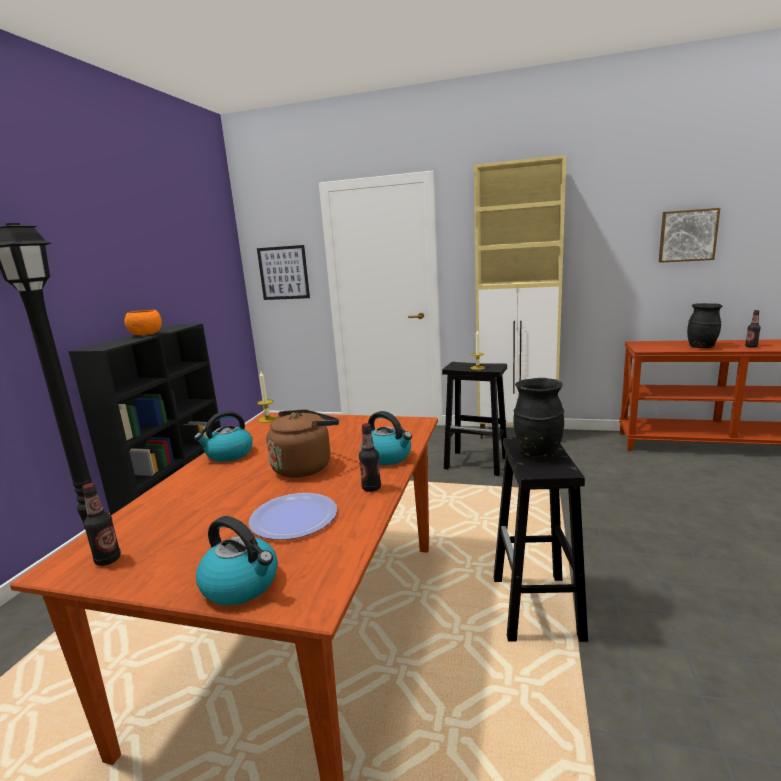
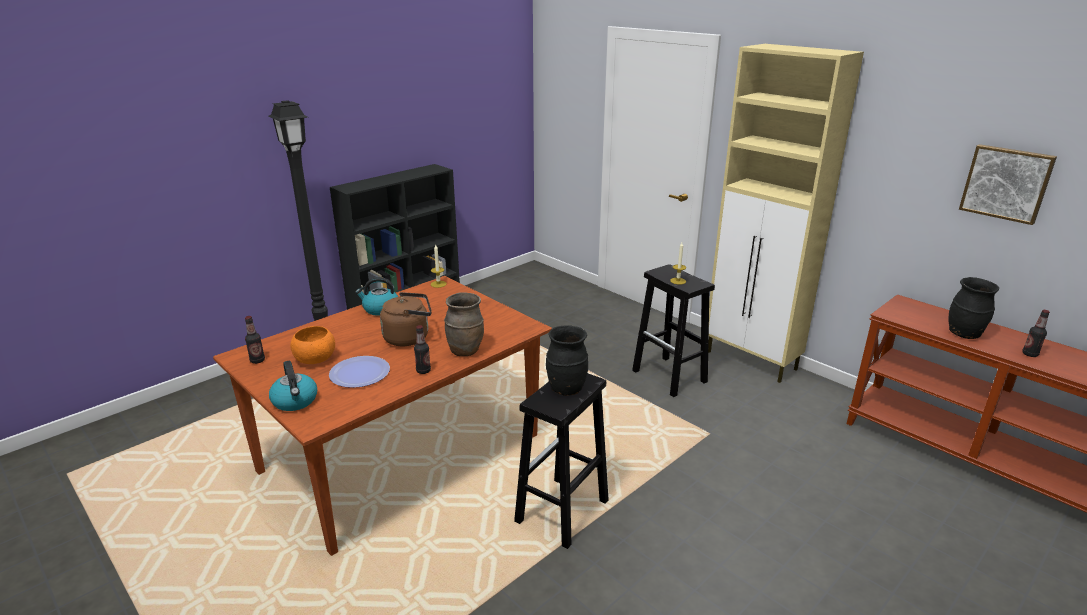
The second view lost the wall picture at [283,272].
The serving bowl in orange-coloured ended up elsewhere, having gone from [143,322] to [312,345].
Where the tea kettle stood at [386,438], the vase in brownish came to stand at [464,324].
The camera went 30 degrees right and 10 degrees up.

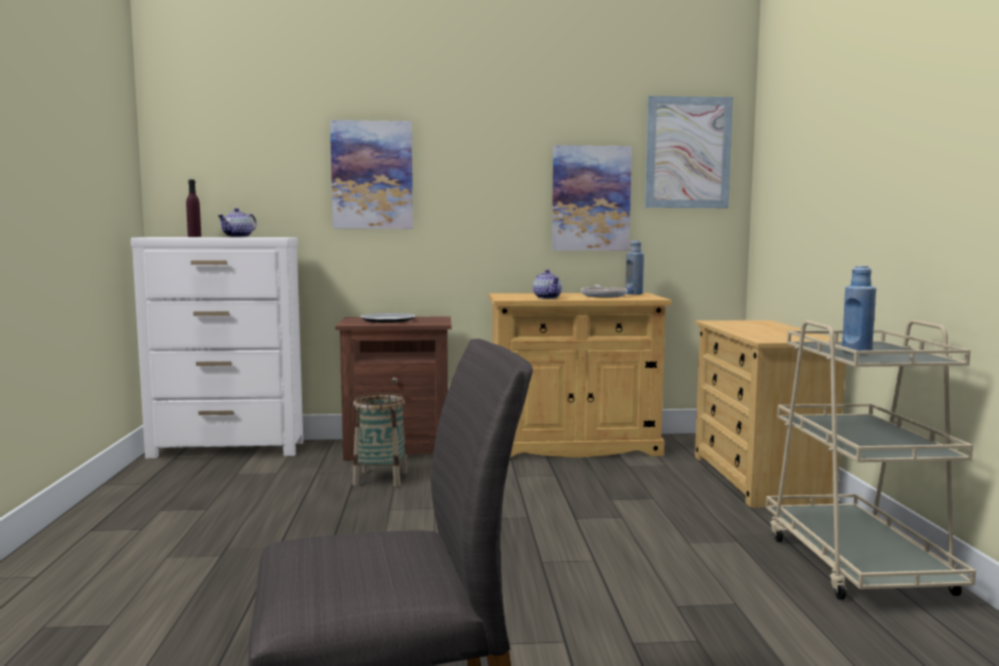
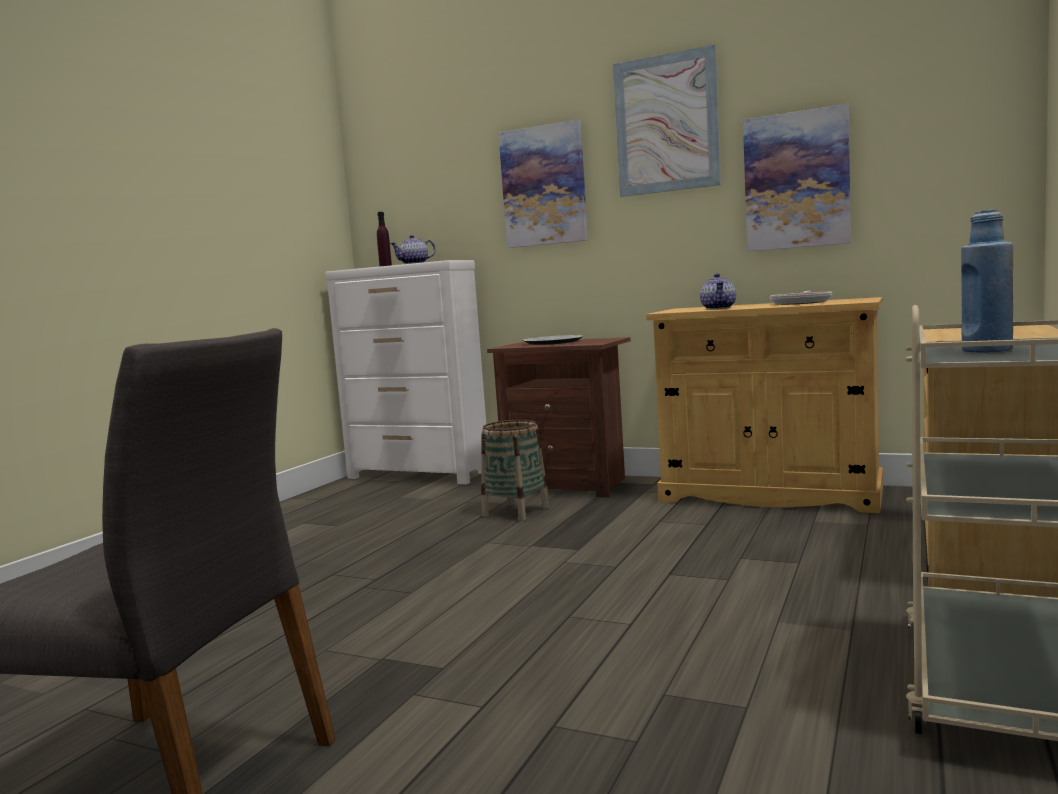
The second view lost the drink bottle in bluish at [634,267].
The wall picture ended up elsewhere, having gone from [689,152] to [667,120].
The camera went 30 degrees right and 0 degrees up.

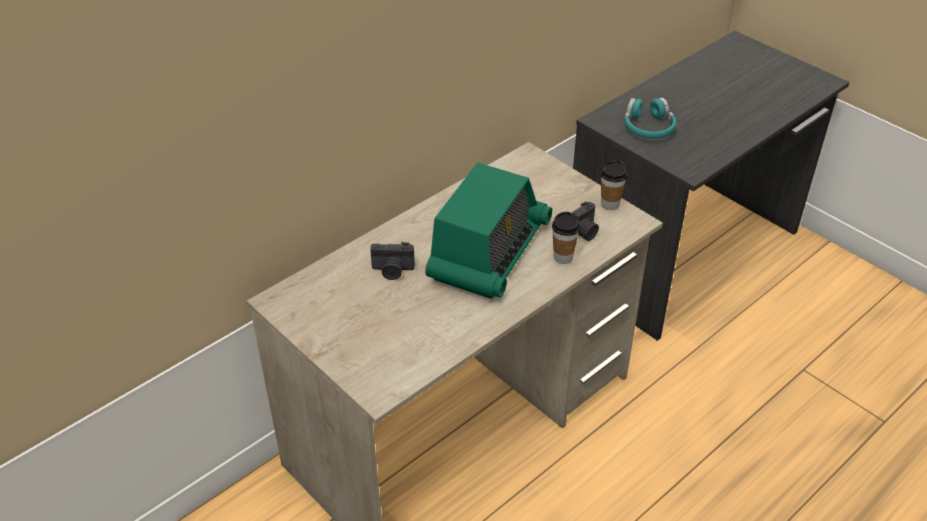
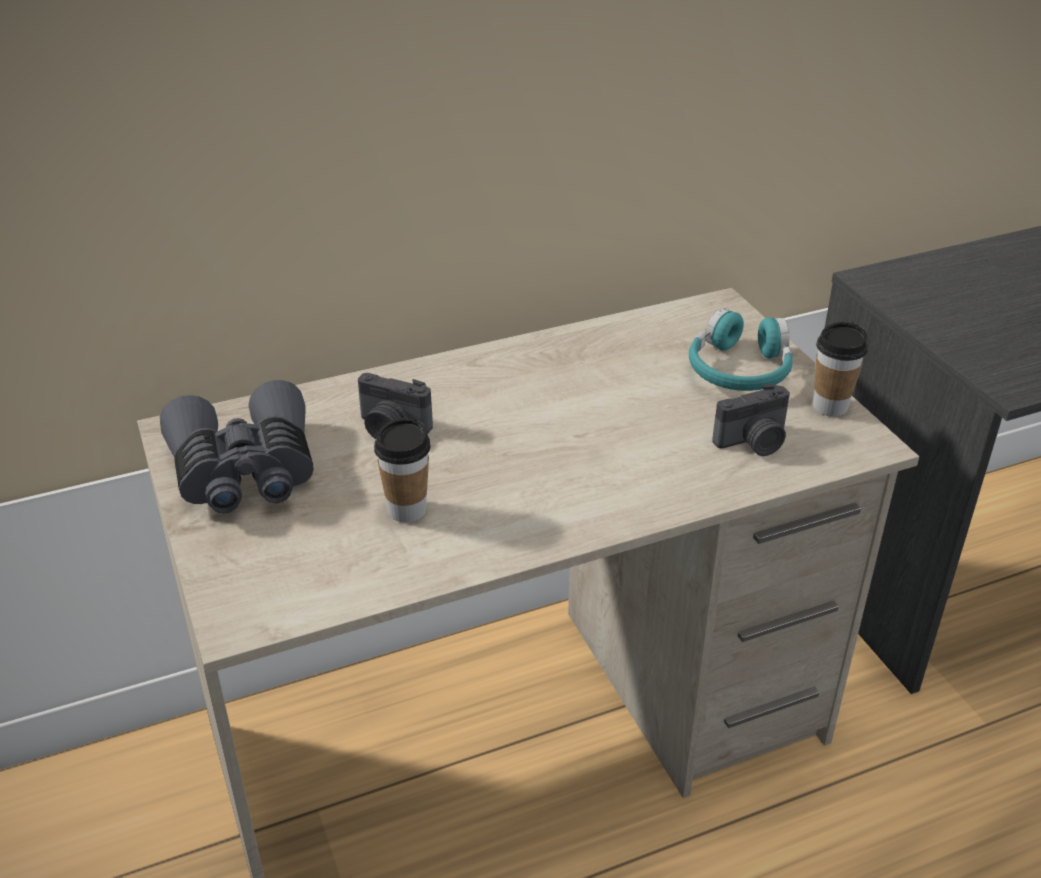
The second view lost the radio at [488,231].
The second view gained the binoculars in greyish at [237,447].
The cup ended up elsewhere, having gone from [566,238] to [402,470].
The headset in blue-green ended up elsewhere, having gone from [650,118] to [741,349].
The camera went 20 degrees right and 5 degrees down.

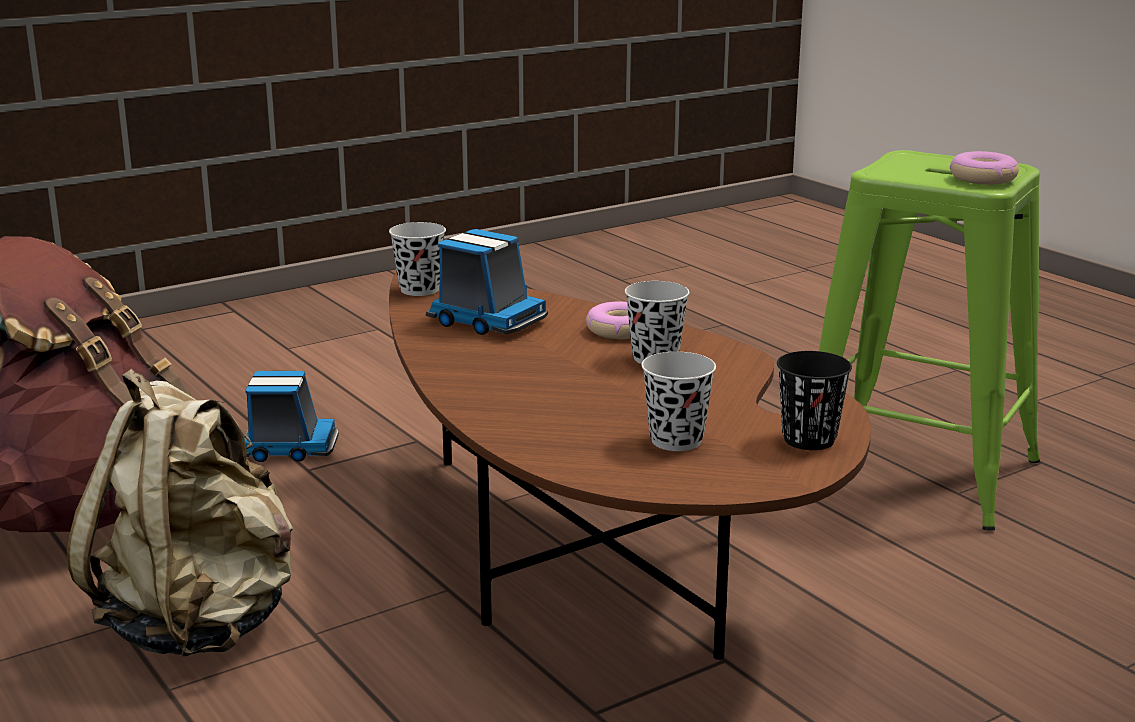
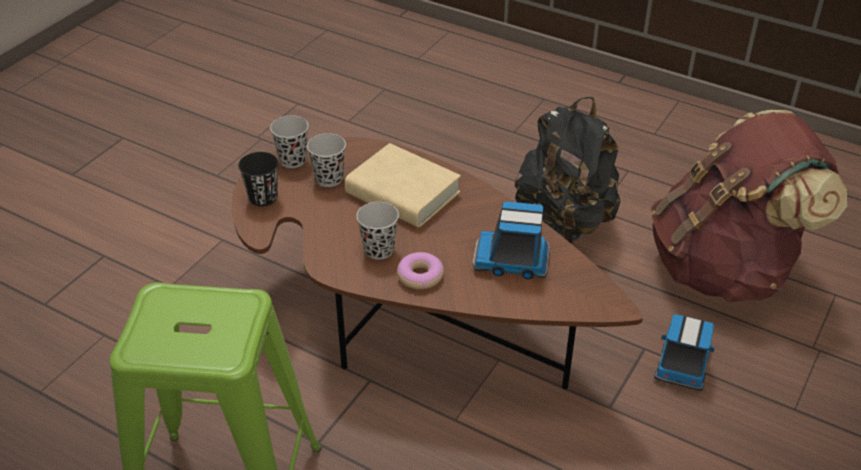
The second view lost the ring doughnut at [984,168].
The second view gained the volume in beige at [403,185].
The cup in black ended up elsewhere, having gone from [417,259] to [289,141].
What was the knapsack in beige at [180,512] turned into the knapsack in black at [568,170].
The model truck at [291,416] ended up facing another way, 135 degrees clockwise from before.
The camera went 155 degrees right and 20 degrees up.

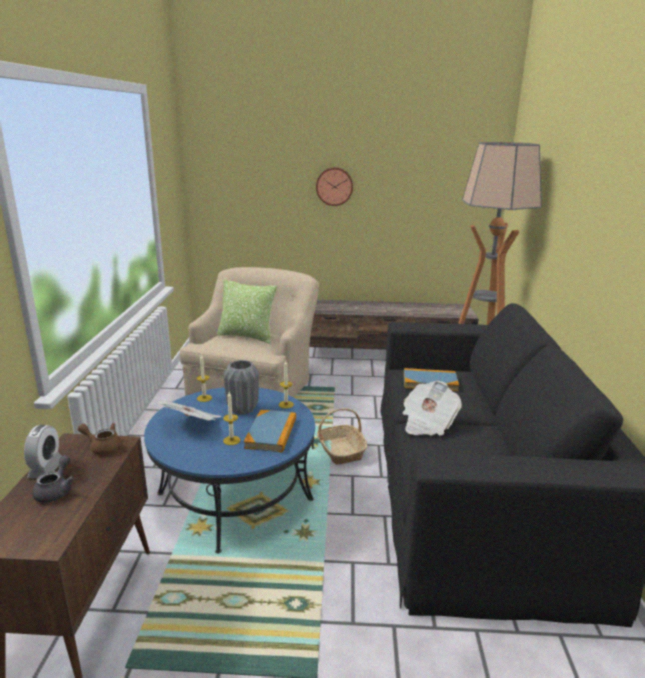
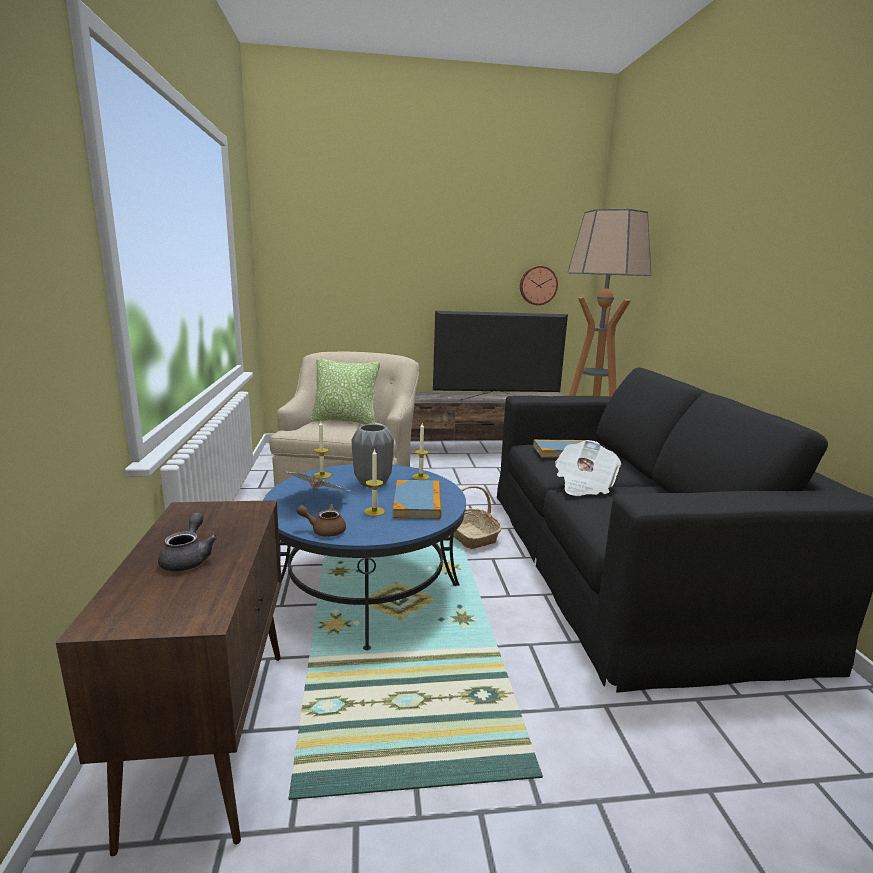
The second view lost the bedside clock at [42,451].
The second view gained the television at [500,356].
The pot for tea in brownish ended up elsewhere, having gone from [100,439] to [321,520].
The wall clock ended up elsewhere, having gone from [334,186] to [539,285].
The camera went 10 degrees left and 5 degrees down.

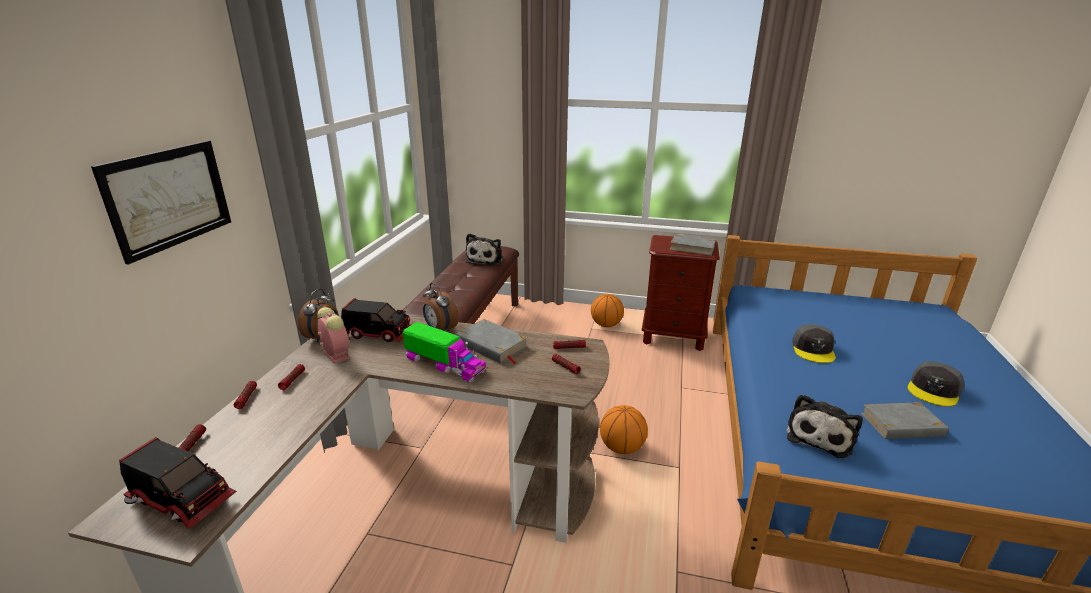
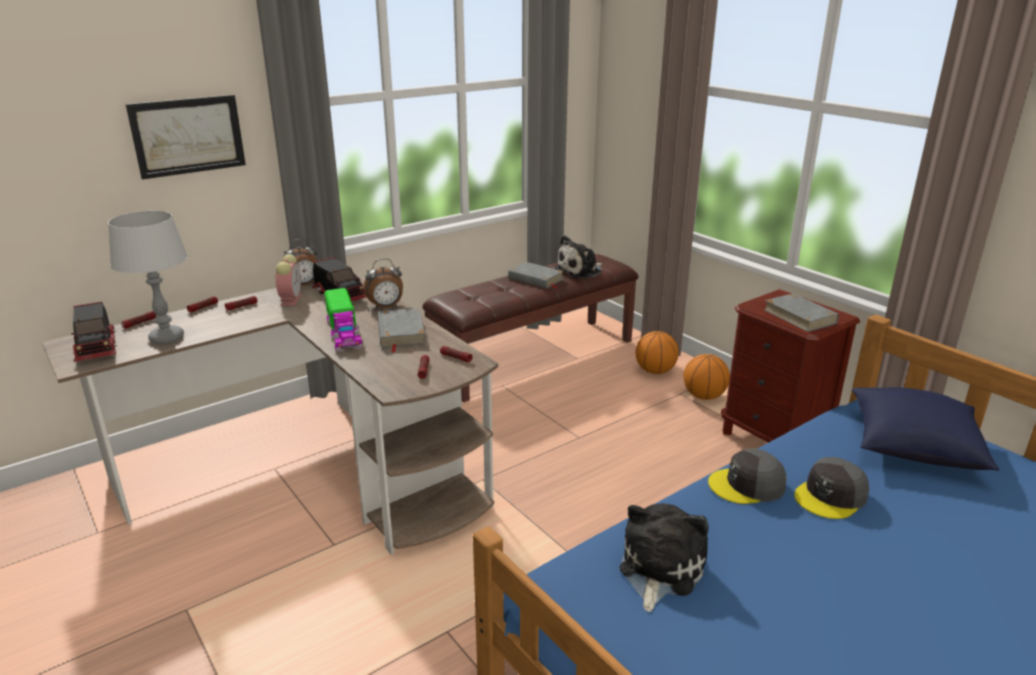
The second view gained the tabletop lamp in greyish at [148,277].
The second view gained the cushion in bluish at [925,429].
The basketball ended up elsewhere, having gone from [624,429] to [657,352].
The volume in greyish ended up elsewhere, having gone from [905,420] to [536,275].
The baseball cap in greyish ended up elsewhere, having gone from [935,383] to [747,476].
The bedside clock at [440,307] ended up facing another way, 105 degrees counterclockwise from before.
The cuddly toy at [825,426] ended up facing another way, 135 degrees clockwise from before.
The camera went 40 degrees right and 0 degrees up.

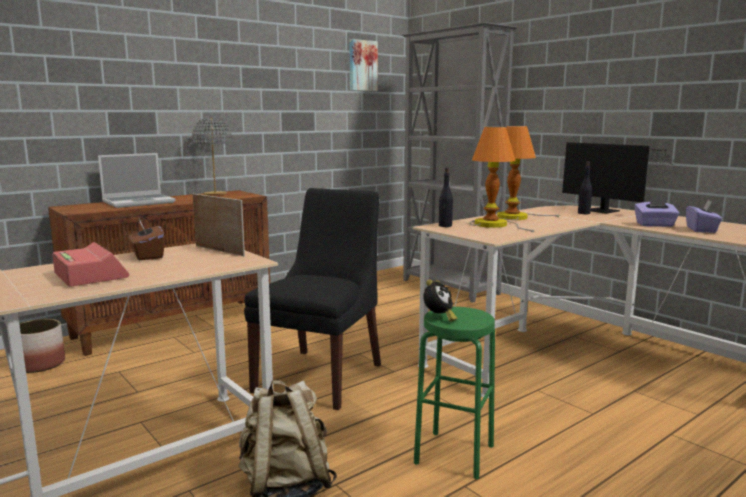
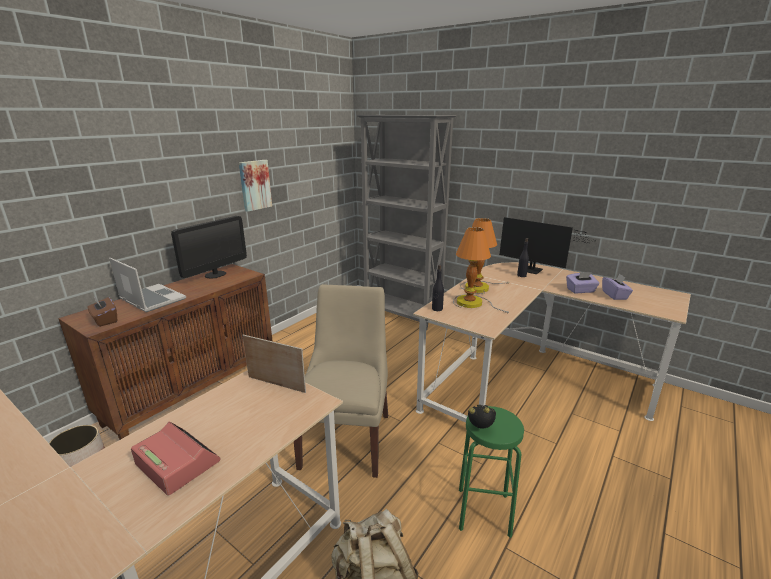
The tissue holder in brownish ended up elsewhere, having gone from [146,240] to [102,311].
The wall picture ended up elsewhere, having gone from [364,65] to [255,186].
Where the tabletop lamp in greyish stood at [211,156], the monitor came to stand at [209,247].
What was the chair in black at [312,299] turned into the chair in beige at [341,381].
The notebook computer at [137,180] ended up facing another way, 90 degrees counterclockwise from before.
The bedside clock at [440,300] ended up facing another way, 90 degrees counterclockwise from before.
The camera went 15 degrees left and 10 degrees up.

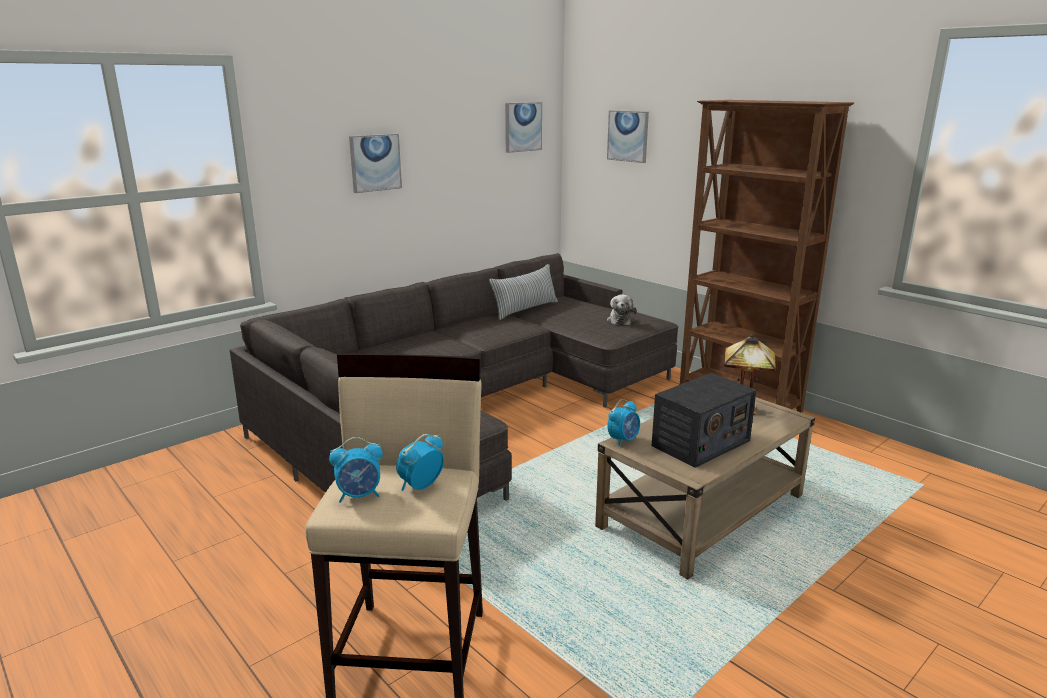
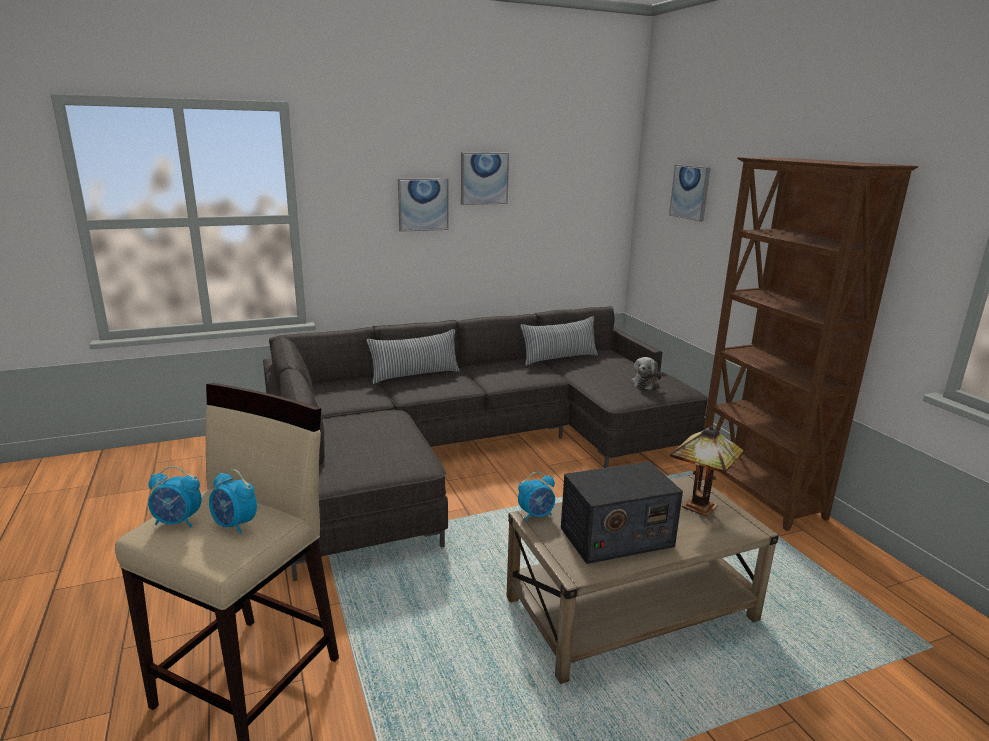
The second view gained the cushion at [413,356].
The wall picture ended up elsewhere, having gone from [523,127] to [485,178].
The bedside clock at [420,462] ended up facing another way, 120 degrees counterclockwise from before.
The camera went 20 degrees right and 0 degrees up.

